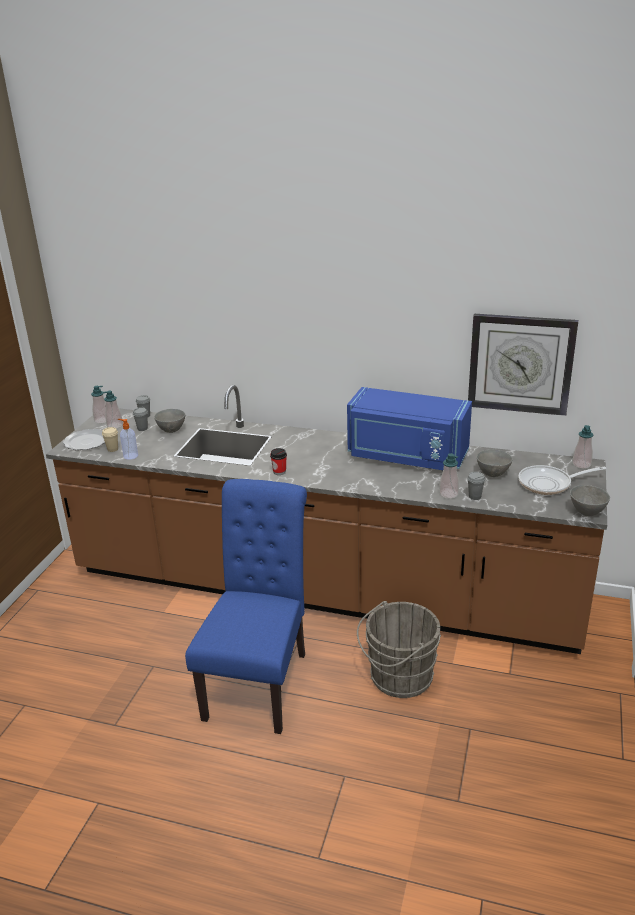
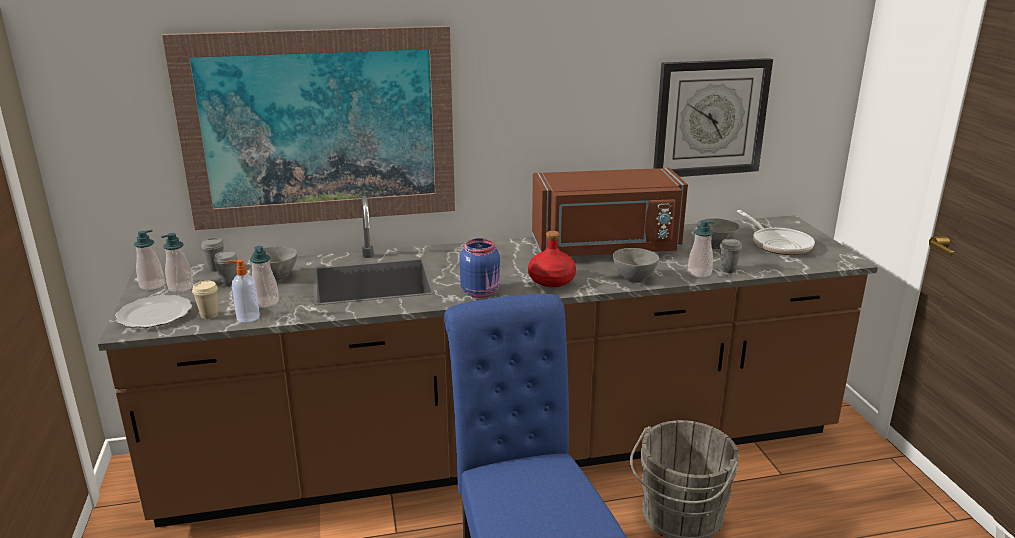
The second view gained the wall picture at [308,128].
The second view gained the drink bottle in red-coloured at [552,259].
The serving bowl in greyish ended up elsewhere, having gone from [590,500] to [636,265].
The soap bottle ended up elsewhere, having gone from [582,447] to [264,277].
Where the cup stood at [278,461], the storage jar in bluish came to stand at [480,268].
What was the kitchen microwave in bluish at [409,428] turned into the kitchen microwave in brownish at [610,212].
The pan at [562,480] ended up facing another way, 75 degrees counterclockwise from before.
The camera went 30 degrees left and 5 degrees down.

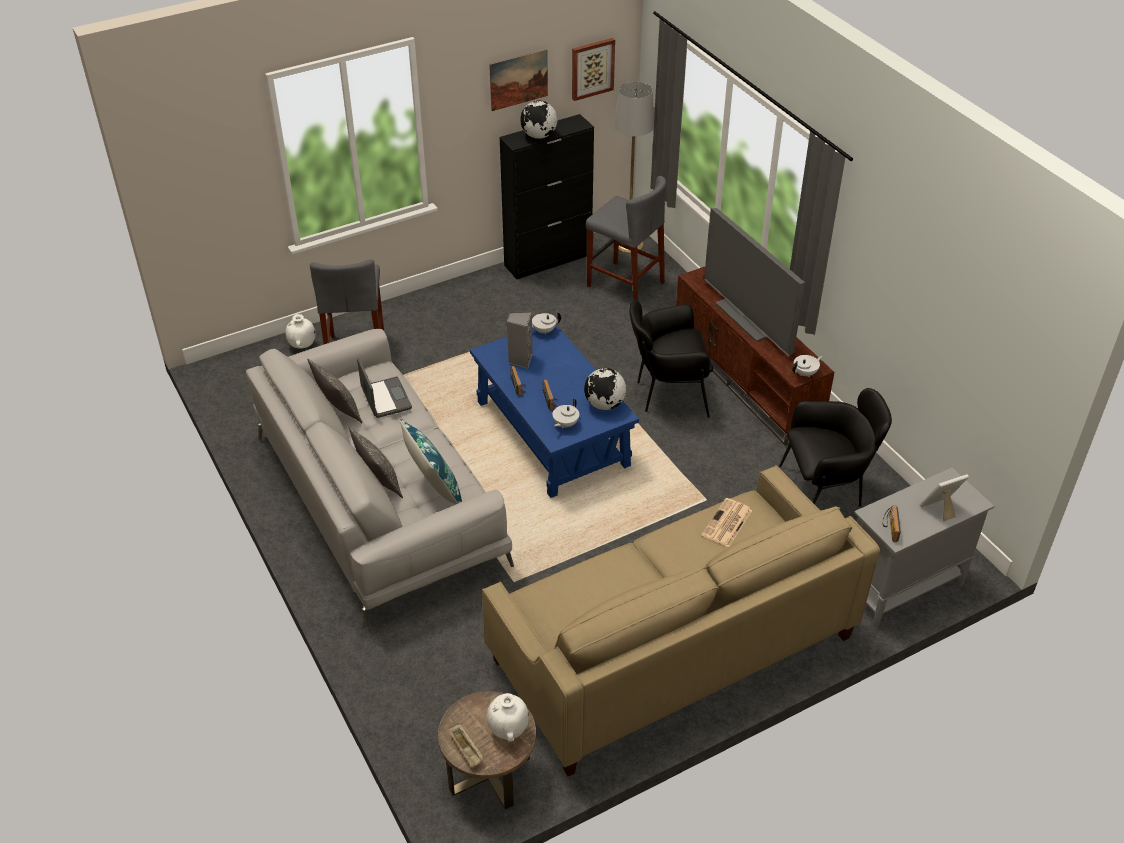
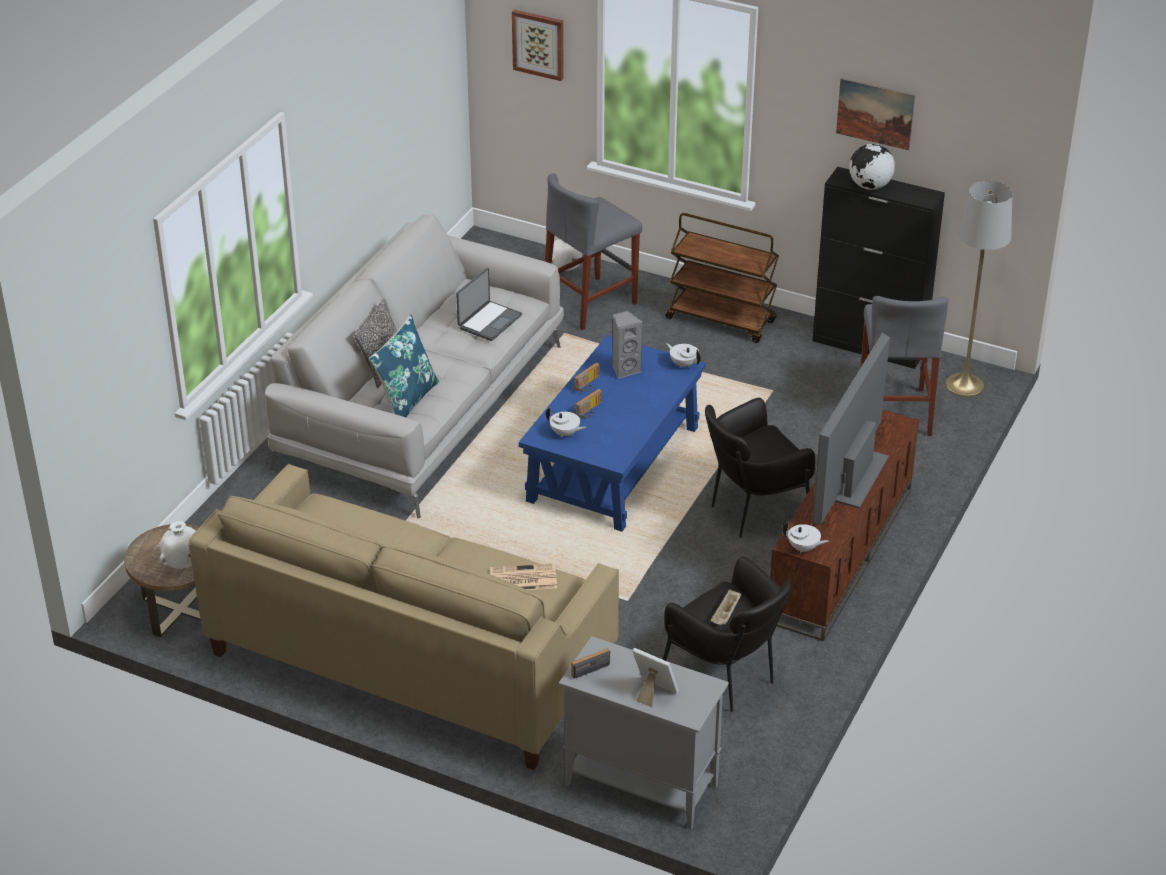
The second view lost the cushion at [335,390].
The second view lost the globe at [605,389].
The second view gained the wheeled cart in brownish at [722,278].
The serving tray in beige ended up elsewhere, having gone from [466,745] to [726,607].
The wall picture ended up elsewhere, having gone from [593,69] to [538,45].
The pot for tea in whitish at [565,413] ended up facing another way, 150 degrees counterclockwise from before.
The armchair in black at [671,359] ended up facing another way, 75 degrees counterclockwise from before.
The camera went 55 degrees right and 5 degrees down.

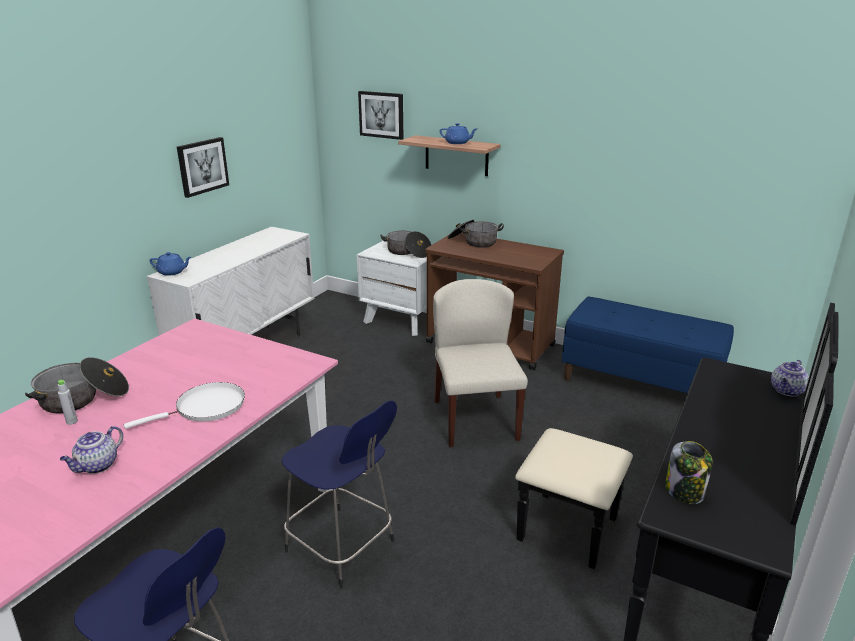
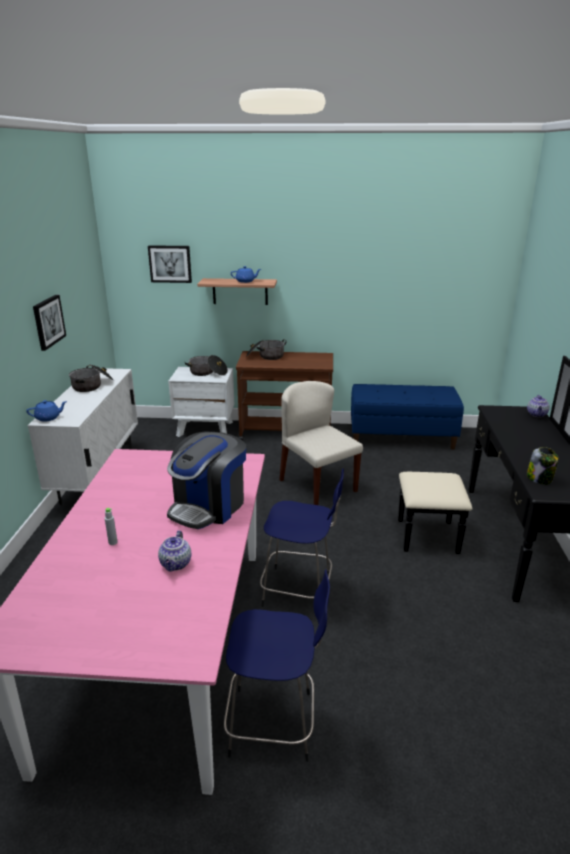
The cooking pot ended up elsewhere, having gone from [77,385] to [91,378].
Where the pan in whitish stood at [184,405], the coffee maker came to stand at [206,480].
The camera went 25 degrees left and 0 degrees up.

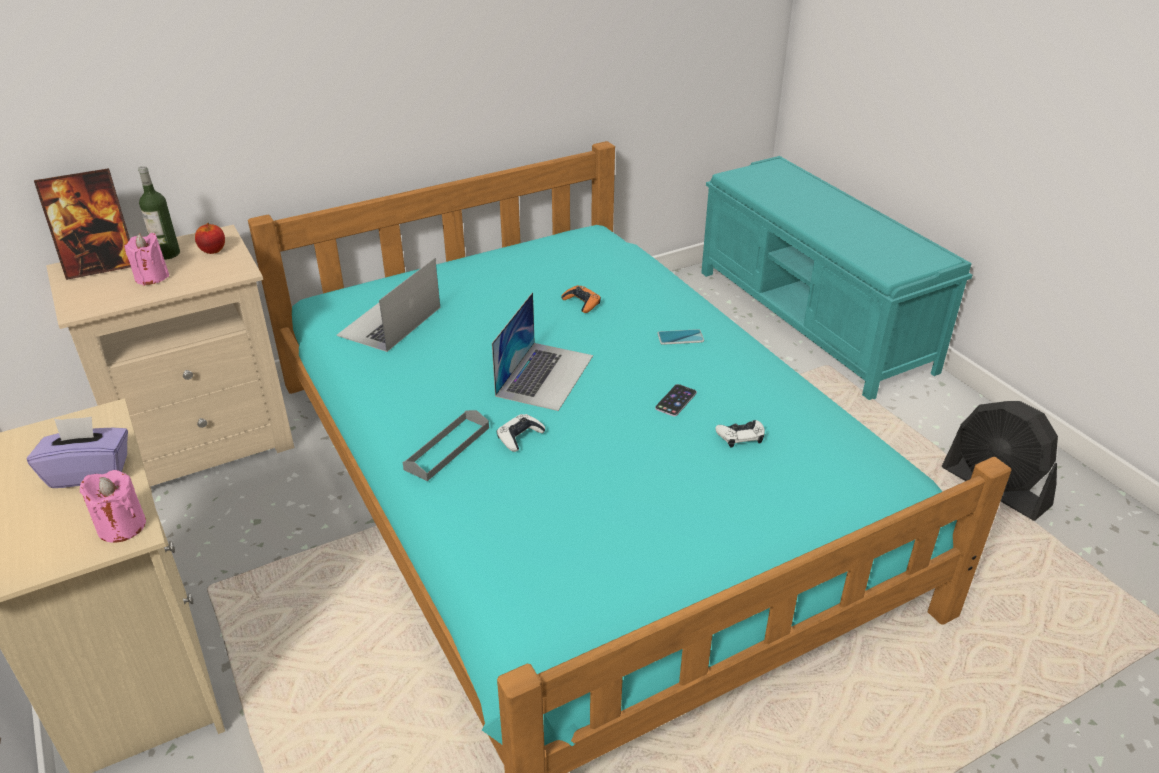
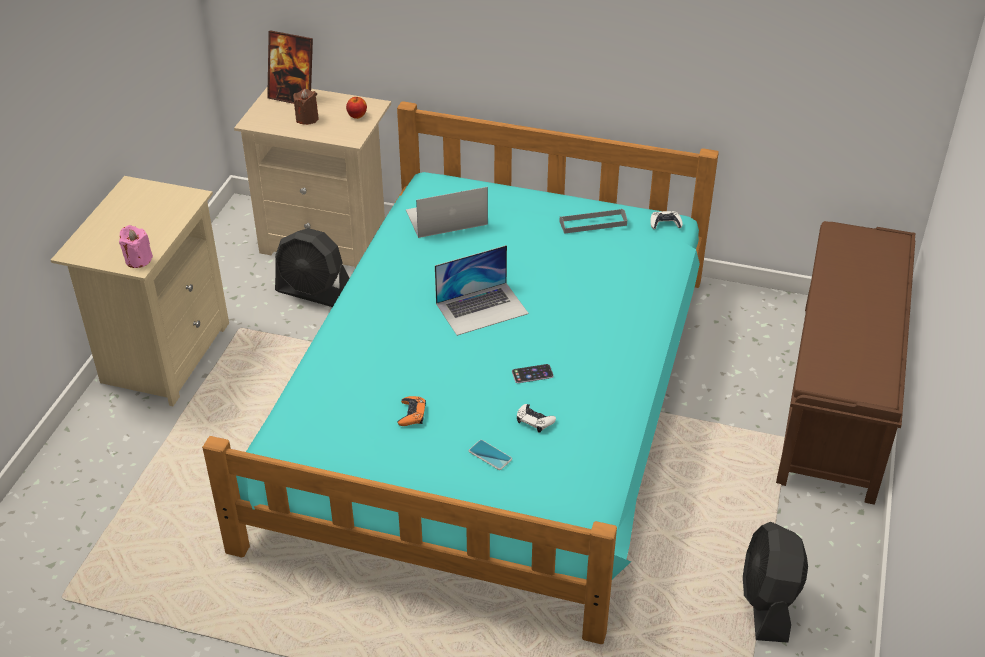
The second view lost the tissue holder in purplish at [77,452].
The second view lost the drink bottle at [159,213].
The second view gained the cooling fan in black at [312,267].
The serving tray in greyish ended up elsewhere, having gone from [446,445] to [593,221].
The gamepad in whitish ended up elsewhere, having gone from [521,433] to [666,220].
The gamepad in orange-coloured ended up elsewhere, having gone from [581,299] to [412,411].
The phone ended up elsewhere, having gone from [680,337] to [490,455].
What was the candle in pink-coloured at [147,259] turned into the candle in brownish at [306,107].
What was the long seat in blue-green at [836,278] turned into the long seat in brownish at [845,363].
The camera went 45 degrees right and 5 degrees up.

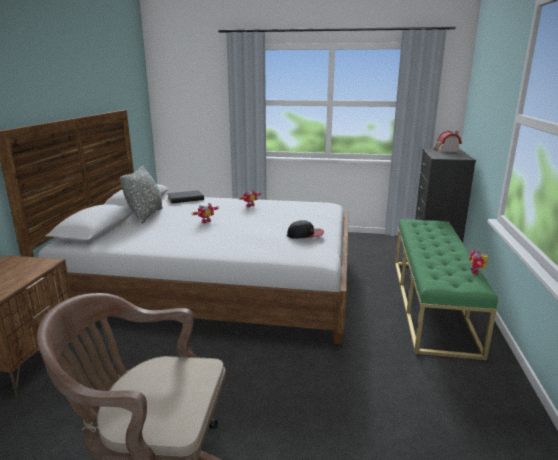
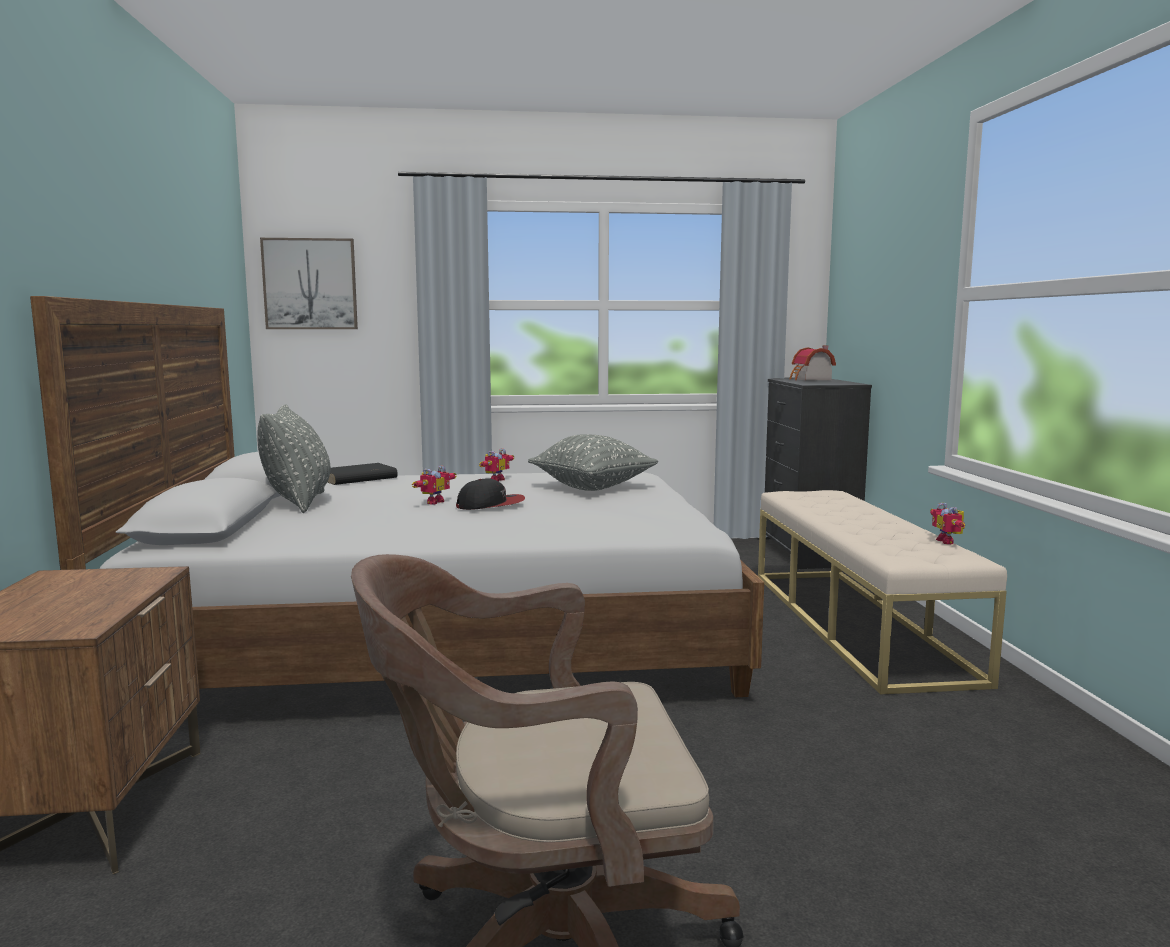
The second view gained the wall picture at [309,283].
The second view gained the cushion in greyish at [593,462].
The baseball cap ended up elsewhere, having gone from [305,229] to [490,494].
What was the long seat in green at [446,289] turned into the long seat in beige at [882,592].
The camera went 15 degrees left and 10 degrees down.

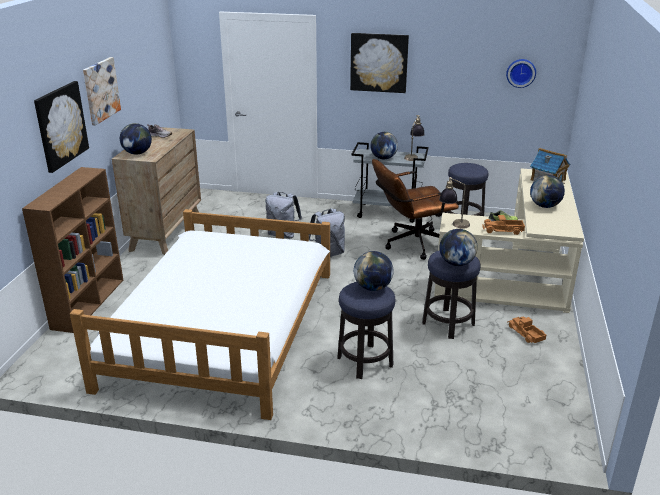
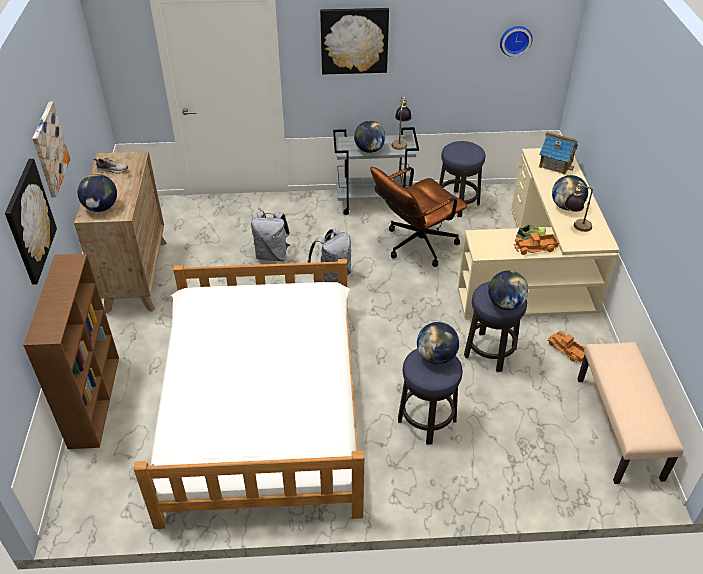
The second view gained the long seat in beige at [631,413].
The tabletop lamp ended up elsewhere, having gone from [454,203] to [578,208].
The camera went 15 degrees left and 15 degrees up.

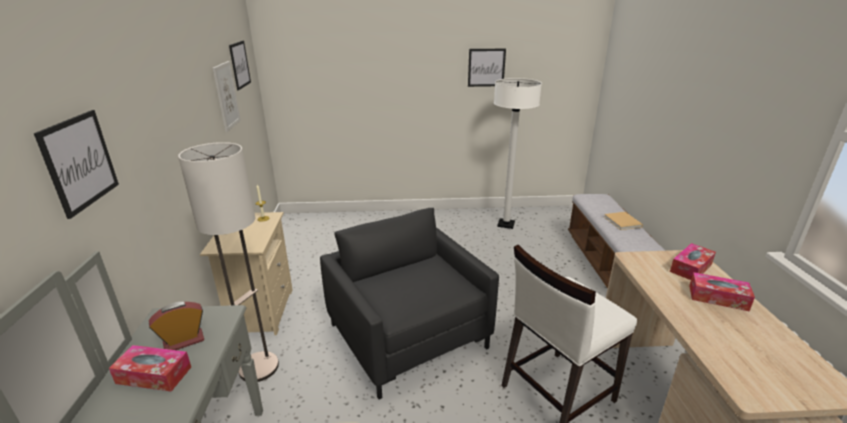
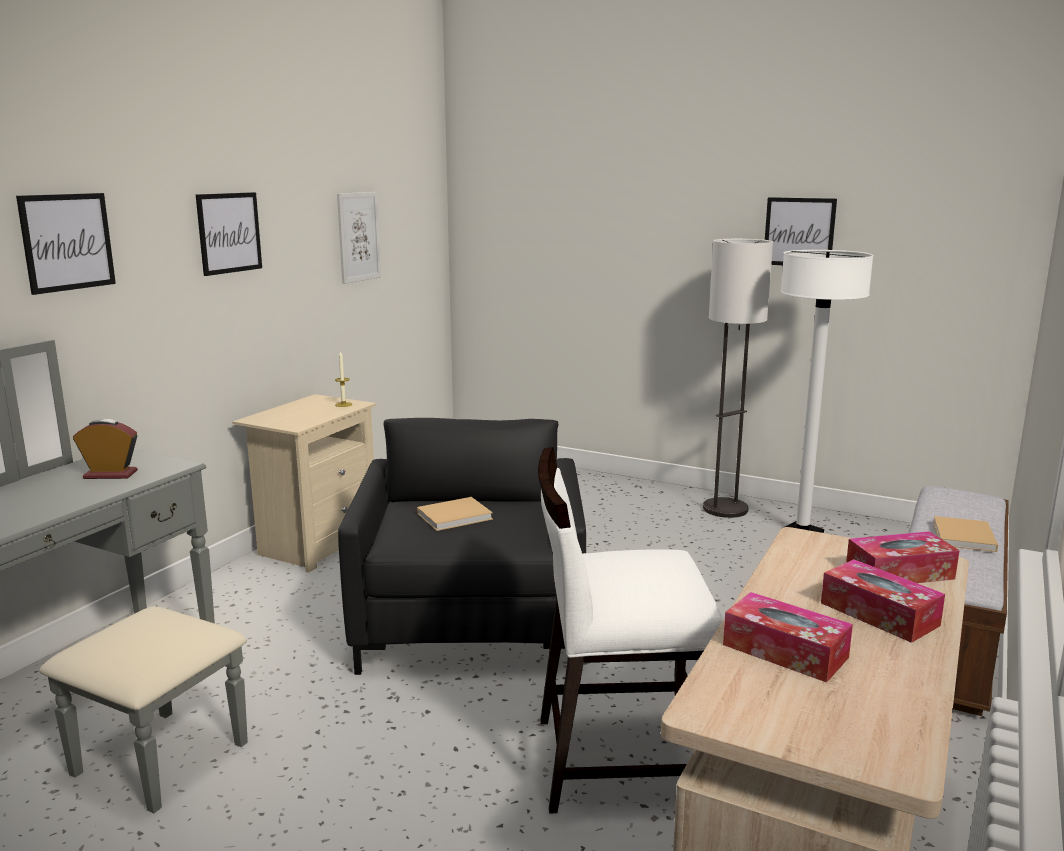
The second view gained the volume in beige at [455,514].
The tissue holder ended up elsewhere, having gone from [150,368] to [788,637].
The standard lamp ended up elsewhere, having gone from [228,262] to [738,378].
The wall picture ended up elsewhere, having gone from [240,65] to [229,234].
The camera went 30 degrees right and 10 degrees down.

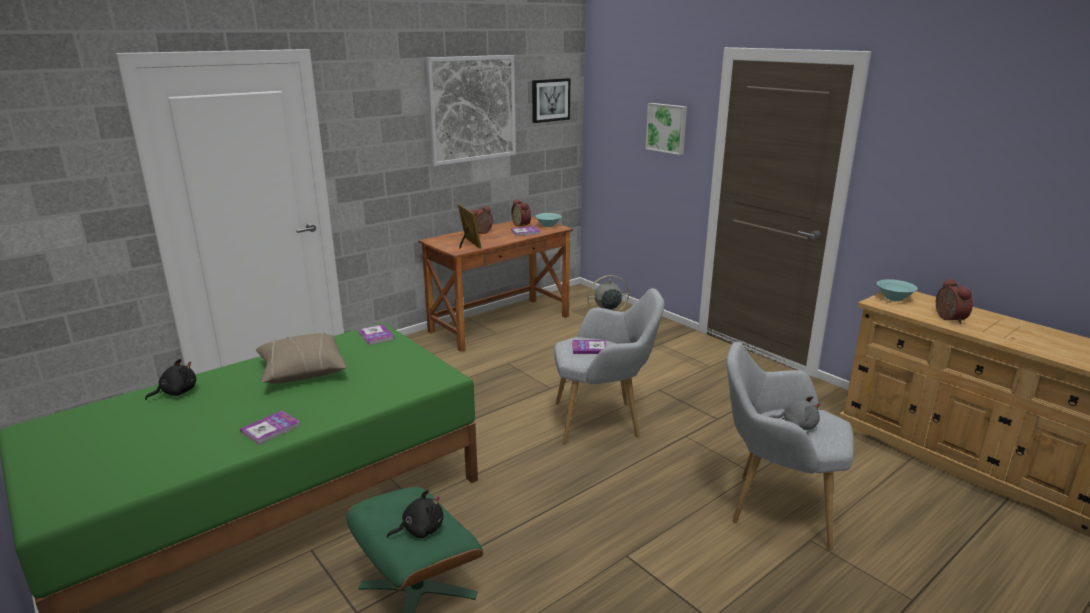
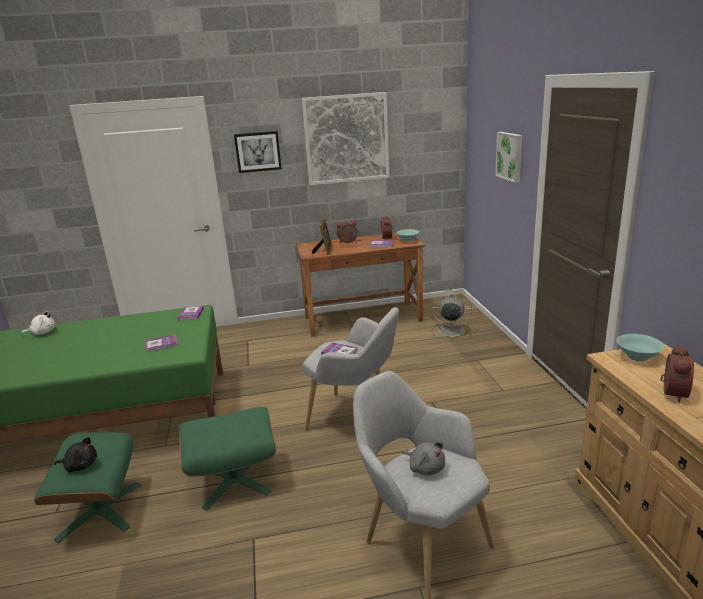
The second view lost the cushion in beige at [301,358].
The second view gained the ottoman in green at [227,458].
The volume ended up elsewhere, having gone from [270,427] to [161,343].
The wall picture ended up elsewhere, having gone from [551,100] to [258,152].
What was the cuddly toy in black at [170,379] turned into the cuddly toy in whitish at [38,323].
The camera went 30 degrees right and 0 degrees up.

